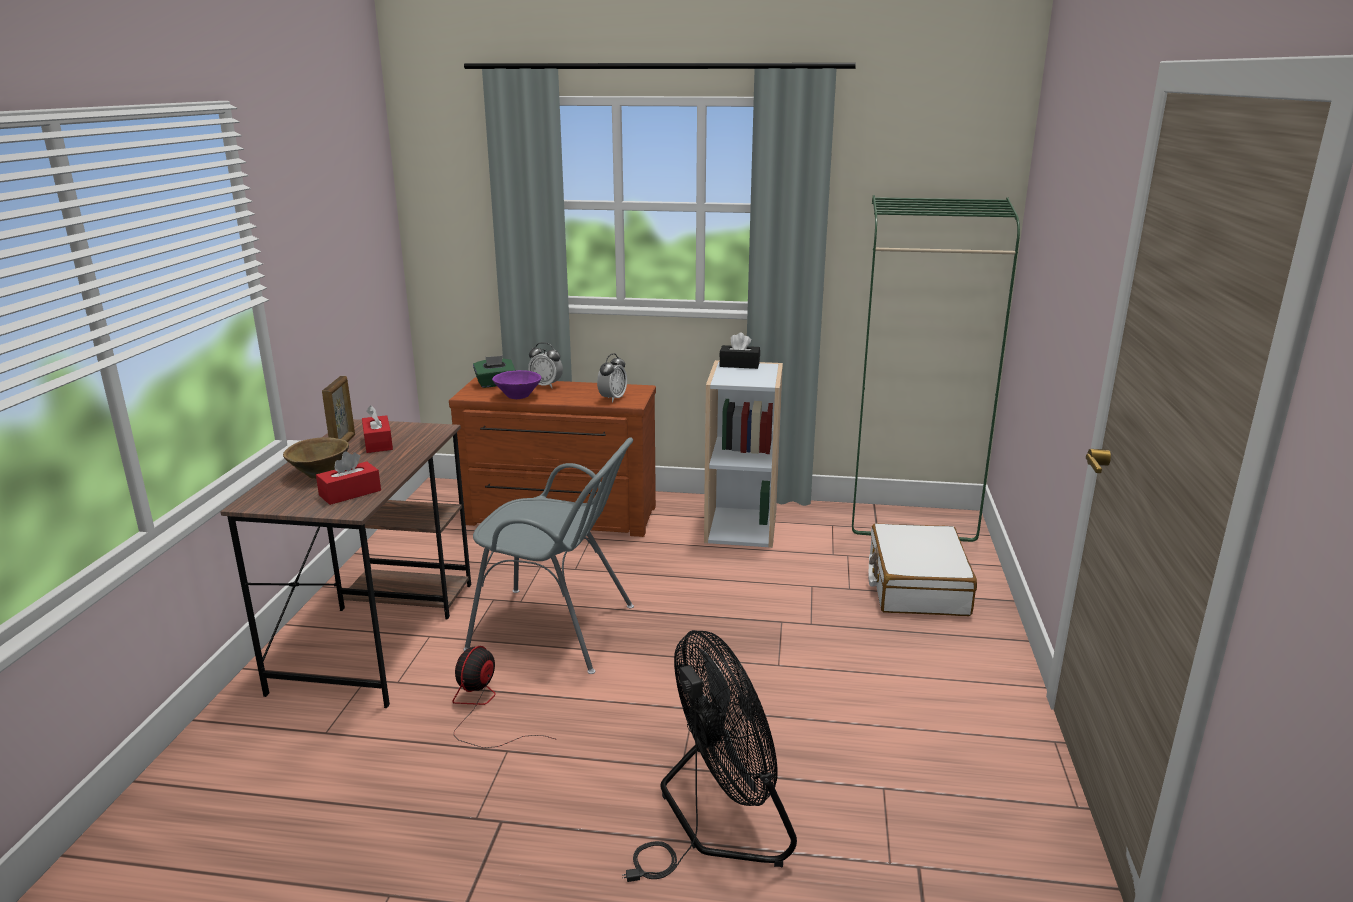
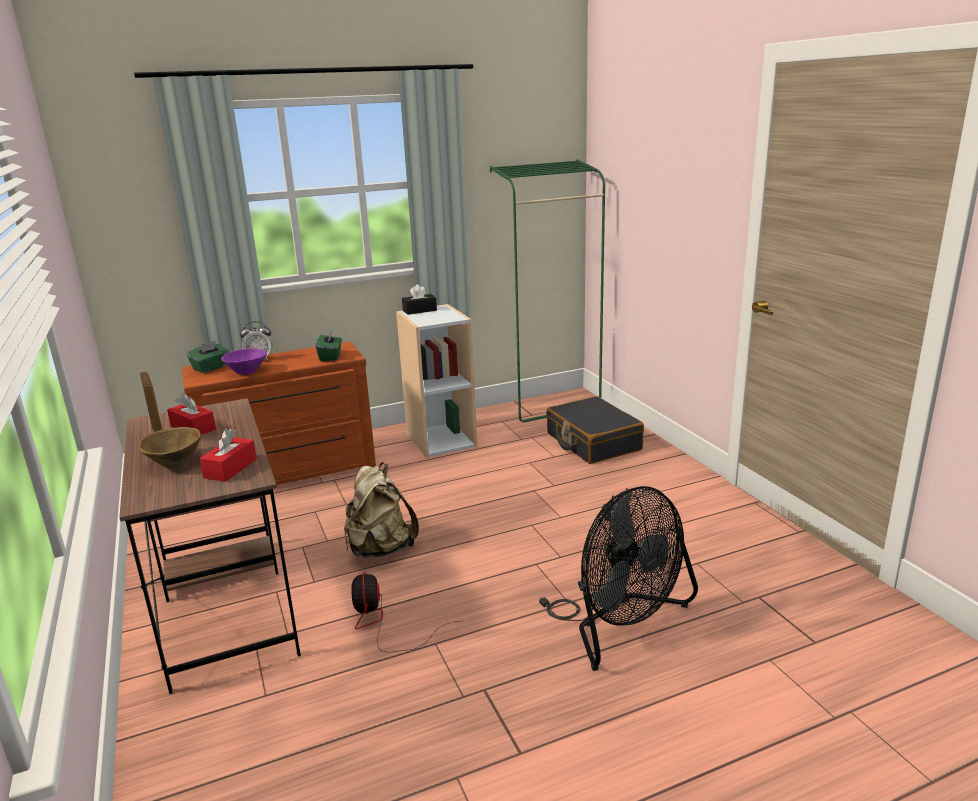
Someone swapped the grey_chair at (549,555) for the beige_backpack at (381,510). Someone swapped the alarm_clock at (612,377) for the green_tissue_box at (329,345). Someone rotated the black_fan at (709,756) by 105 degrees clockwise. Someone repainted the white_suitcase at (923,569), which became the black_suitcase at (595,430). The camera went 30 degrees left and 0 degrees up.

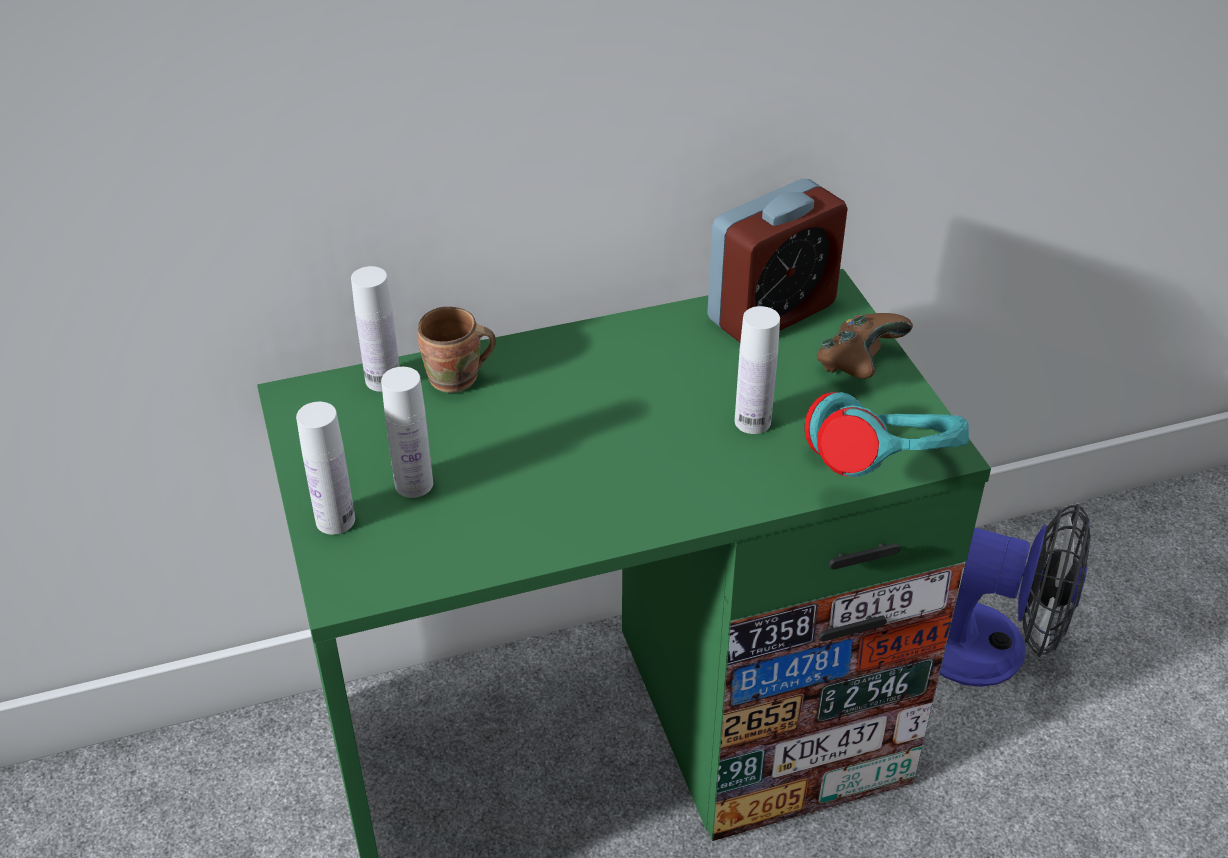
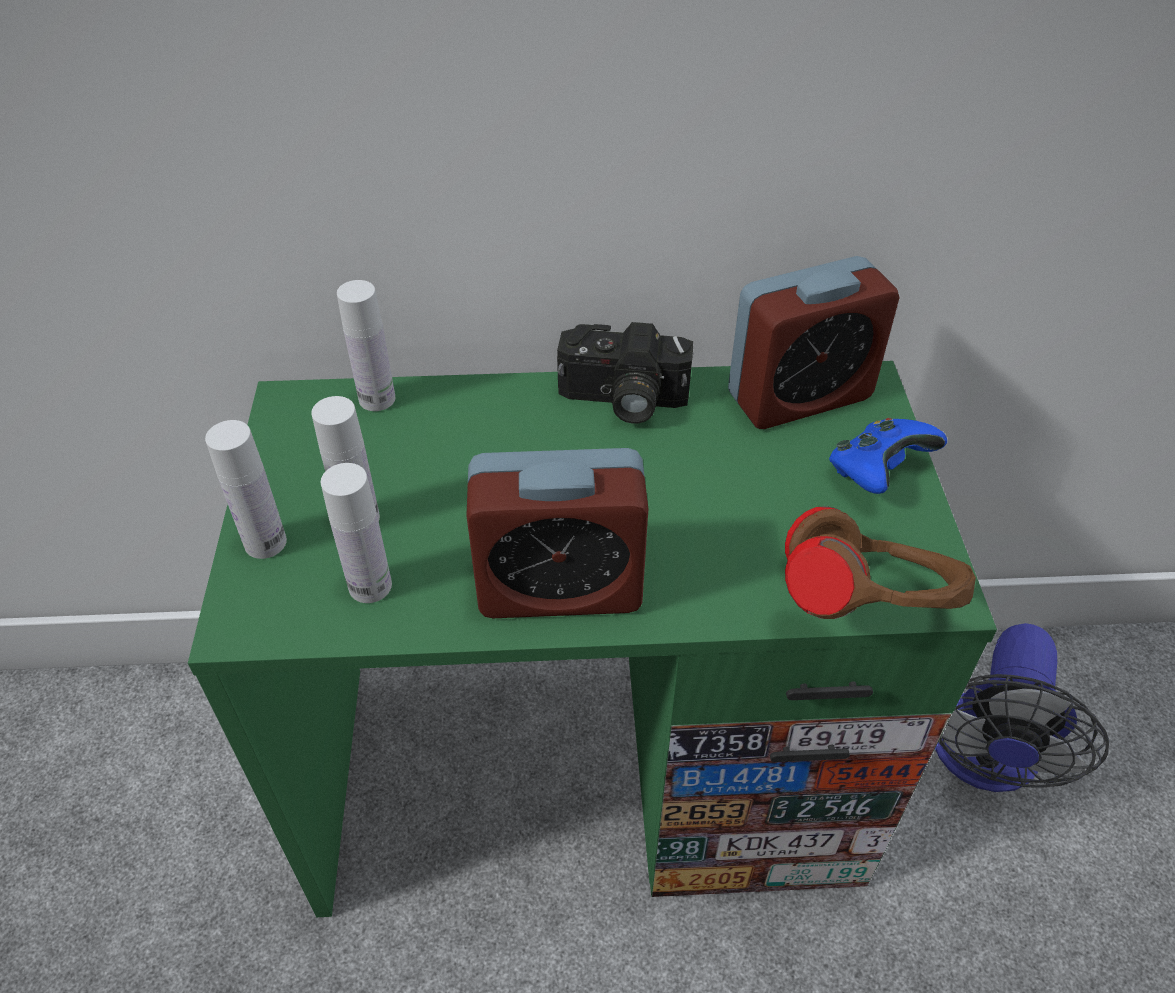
Someone took away the brown_mug at (457,350). Someone carried the white_bottle from (757,370) to (356,533). Someone repainted the turquoise_headphones at (886,435), which became the brown_headphones at (880,562). Someone repainted the brown_game_controller at (865,346), which became the blue_game_controller at (888,456). Someone rotated the fan at (1015,595) by 75 degrees clockwise. Someone put down the alarm_clock at (557,533). Someone put down the photo_camera at (625,373). The camera went 15 degrees right and 5 degrees up.

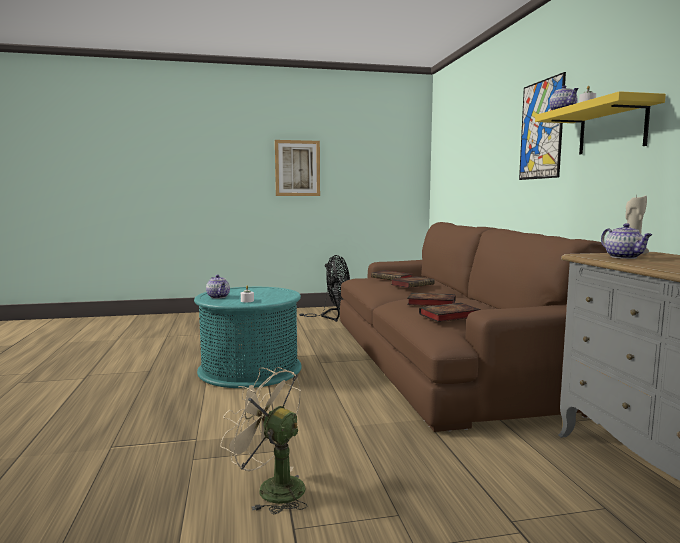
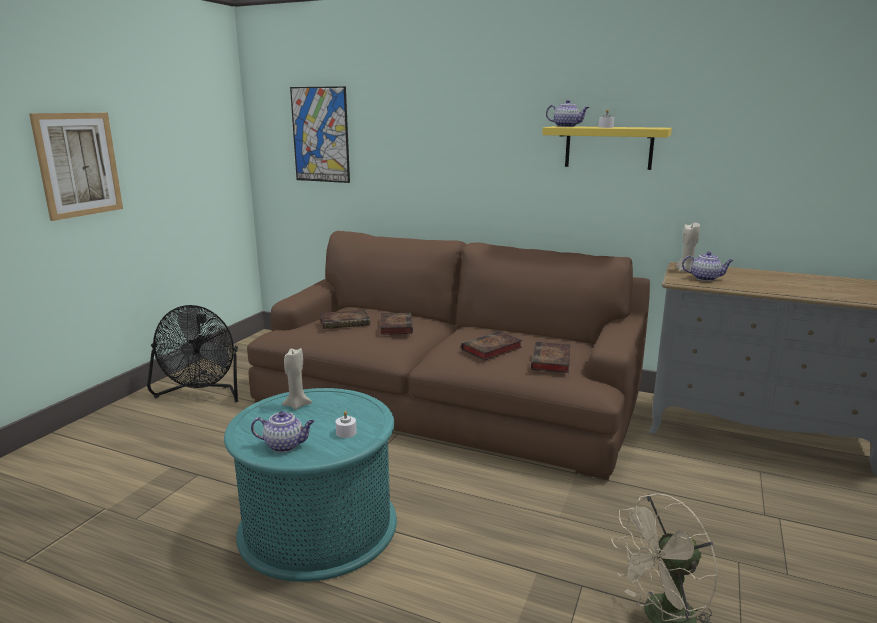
Someone rotated the black_fan at (324,288) by 135 degrees clockwise. Someone carried the picture from (542,126) to (320,134). Someone put down the beige_candle at (297,379). The camera went 55 degrees left and 10 degrees up.

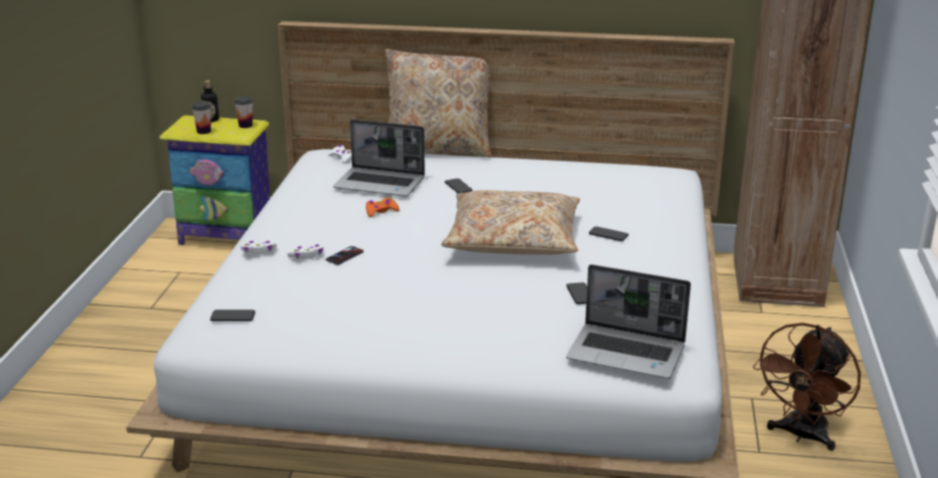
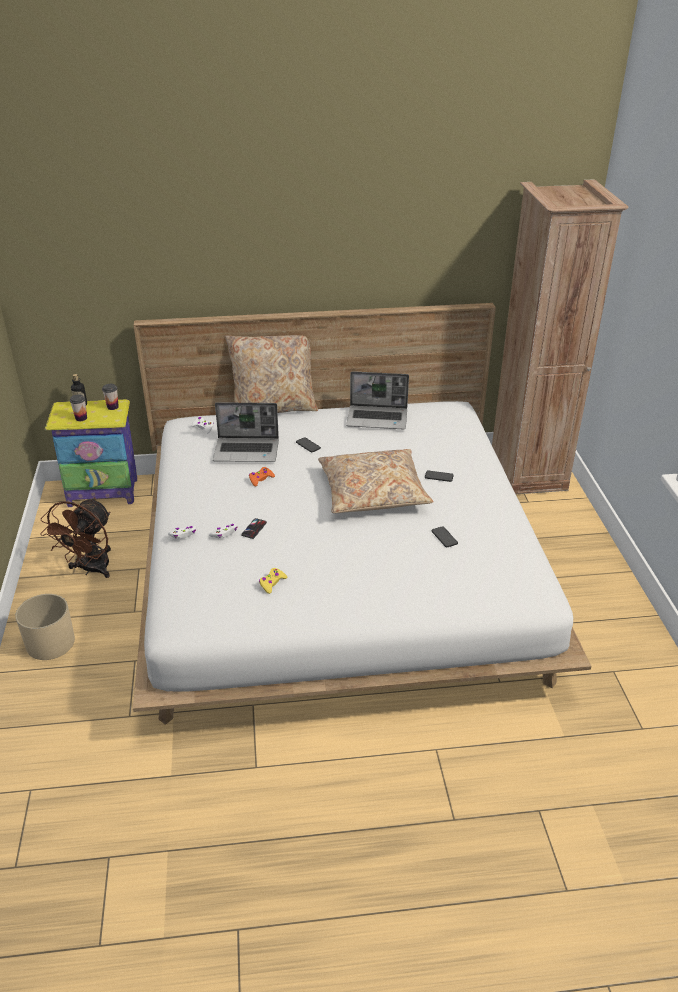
Someone took away the phone at (232,315). Someone carried the laptop from (628,321) to (377,400). Someone carried the brown_fan from (807,387) to (75,537). Someone put down the beige_planter at (45,627). Someone put down the yellow_game_controller at (273,581). The camera went 15 degrees left and 10 degrees up.

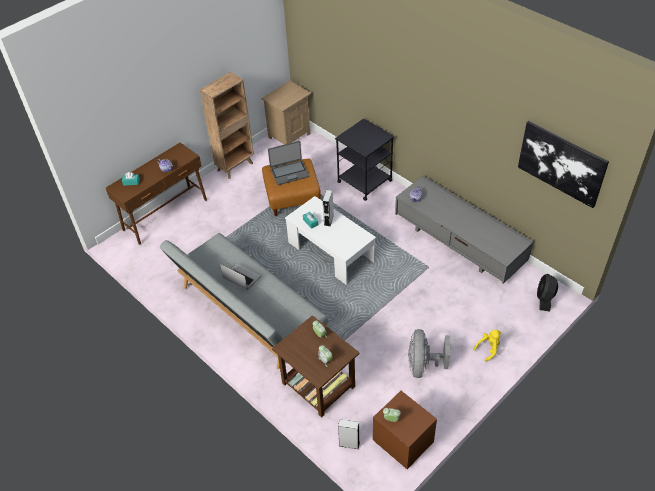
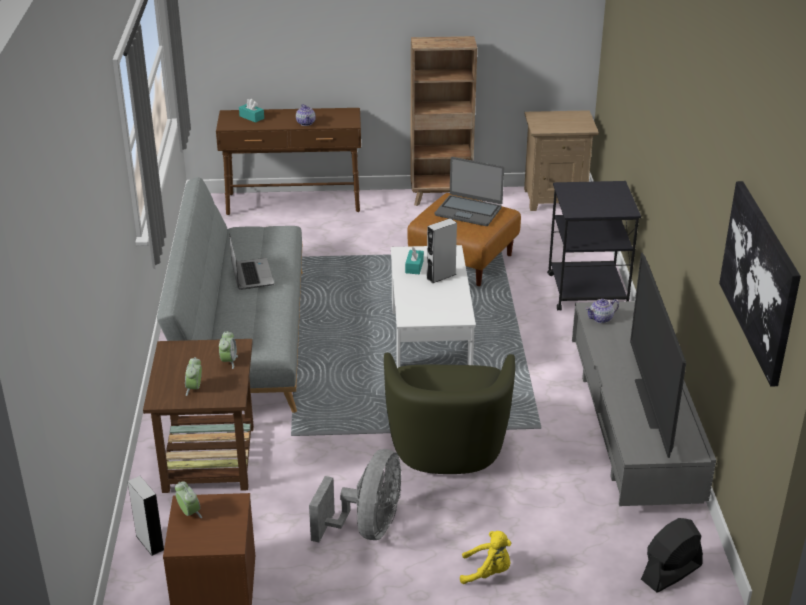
Someone rotated the grey_fan at (429,353) by 150 degrees clockwise. Someone put down the green_armchair at (449,413). Someone put down the television at (658,355). The camera went 40 degrees right and 15 degrees down.

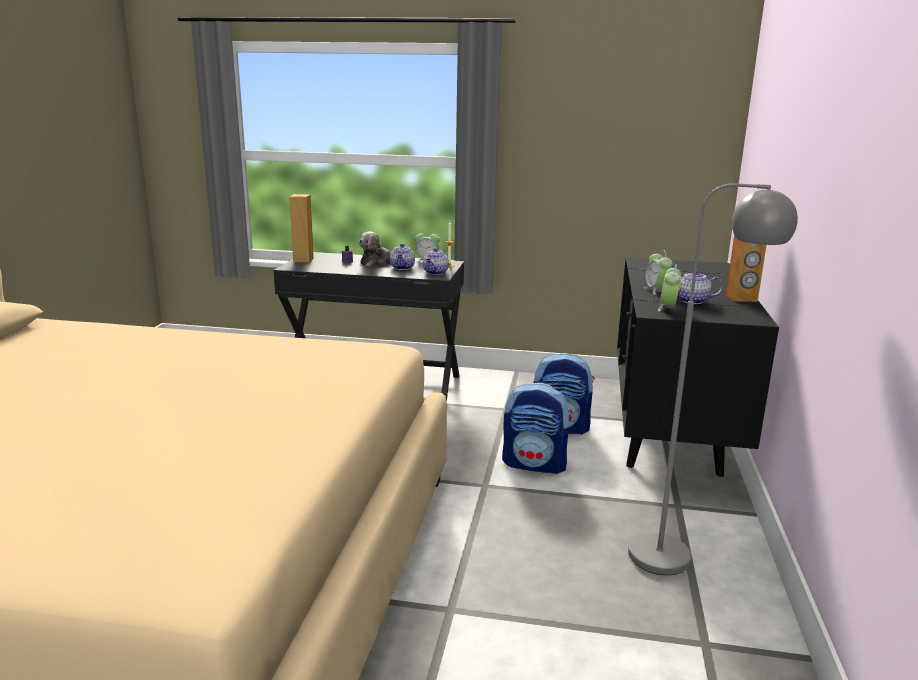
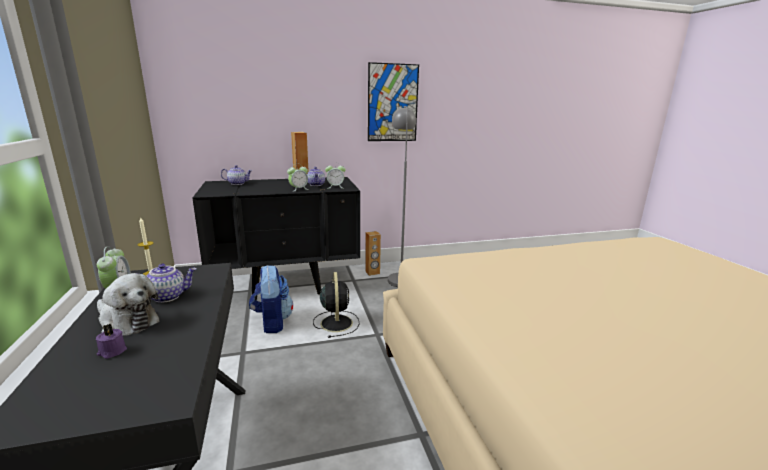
Someone carried the brown_speaker from (301,228) to (373,253). Someone carried the teapot from (436,261) to (237,175). Someone swapped the backpack at (537,428) for the black_fan at (336,305). Someone put up the picture at (393,101). The camera went 115 degrees left and 0 degrees up.

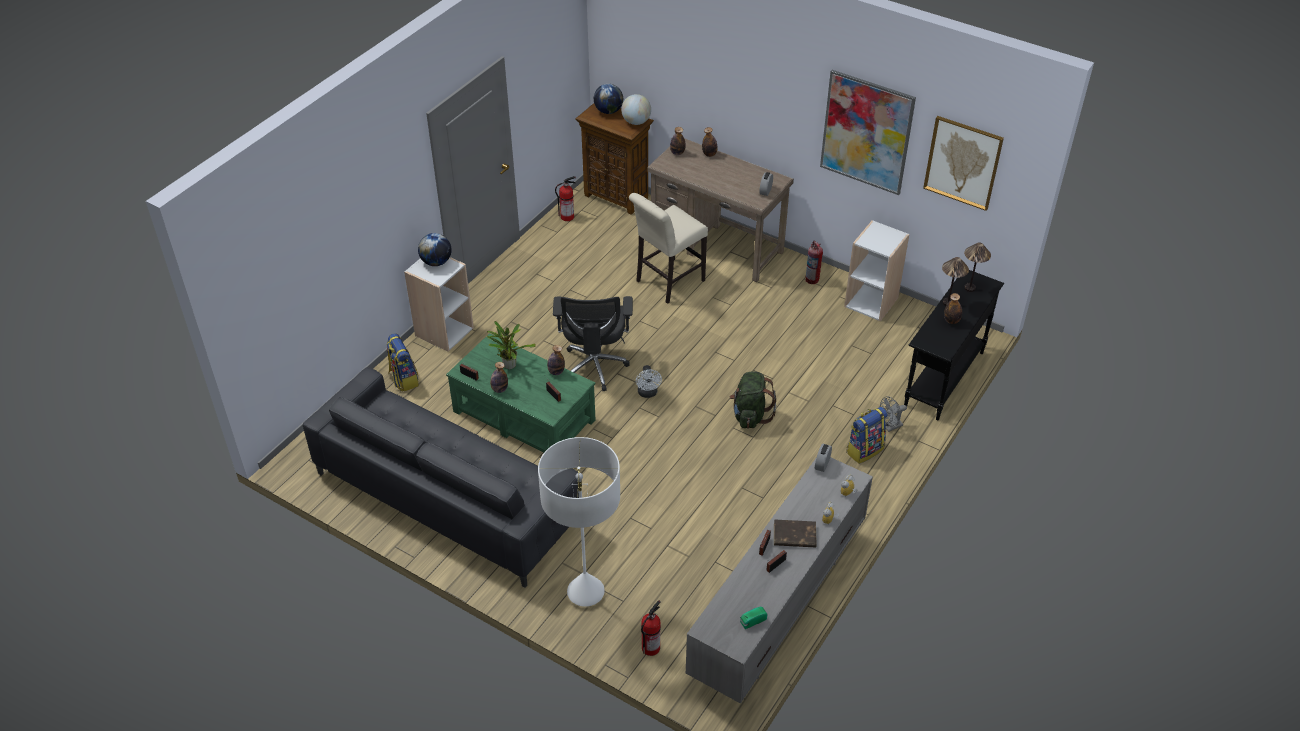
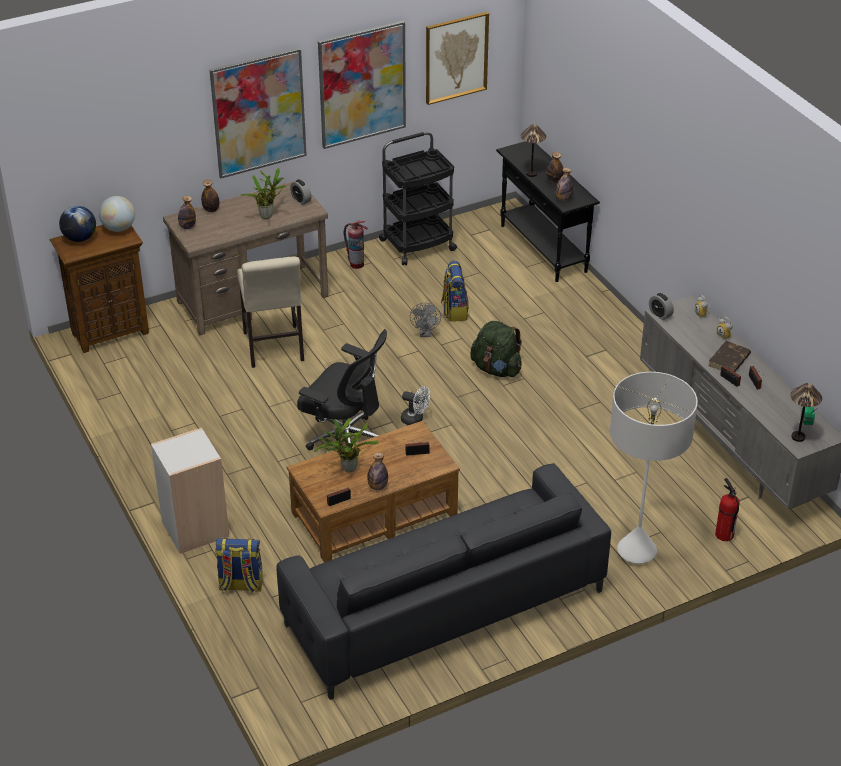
Someone took away the globe at (435,249). Someone repainted the green_coffee_table at (520,392), which became the brown_coffee_table at (373,491). Someone carried the bottle from (556,360) to (564,184). Someone took away the fire_extinguisher at (565,198). Someone swapped the bookcase at (876,270) for the black_cart at (418,198). Someone carried the backpack from (867,435) to (455,291). Someone carried the grey_fan from (893,414) to (425,320). Someone carried the table_lamp from (977,267) to (806,412). Someone put up the picture at (258,113). Someone put down the potted_plant at (263,193). The camera went 60 degrees left and 5 degrees down.

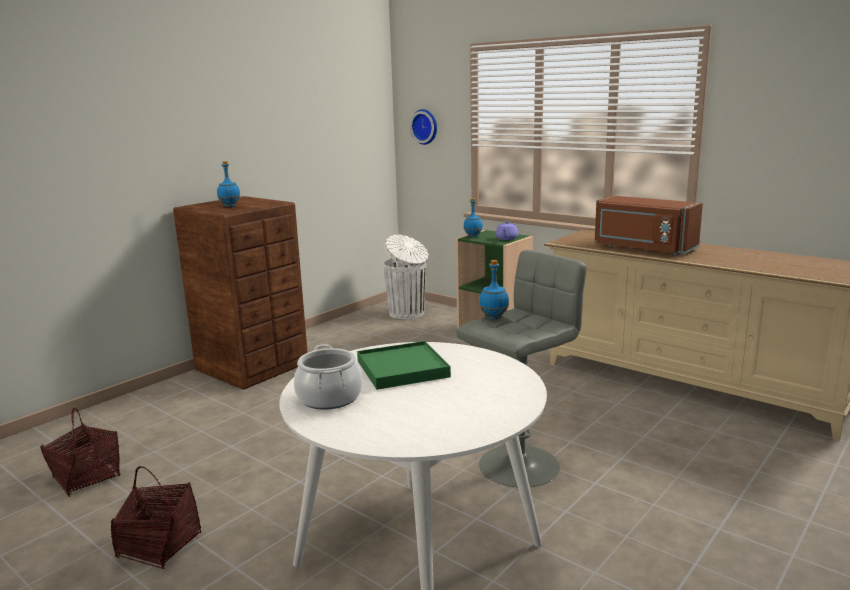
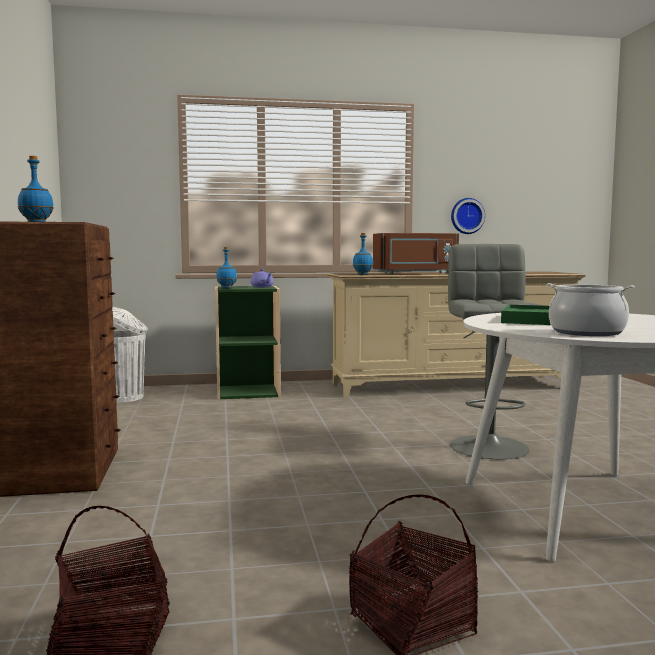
Someone carried the wall_clock from (423,127) to (468,216). Someone carried the blue_bottle from (494,289) to (363,254). The camera went 50 degrees left and 10 degrees down.

